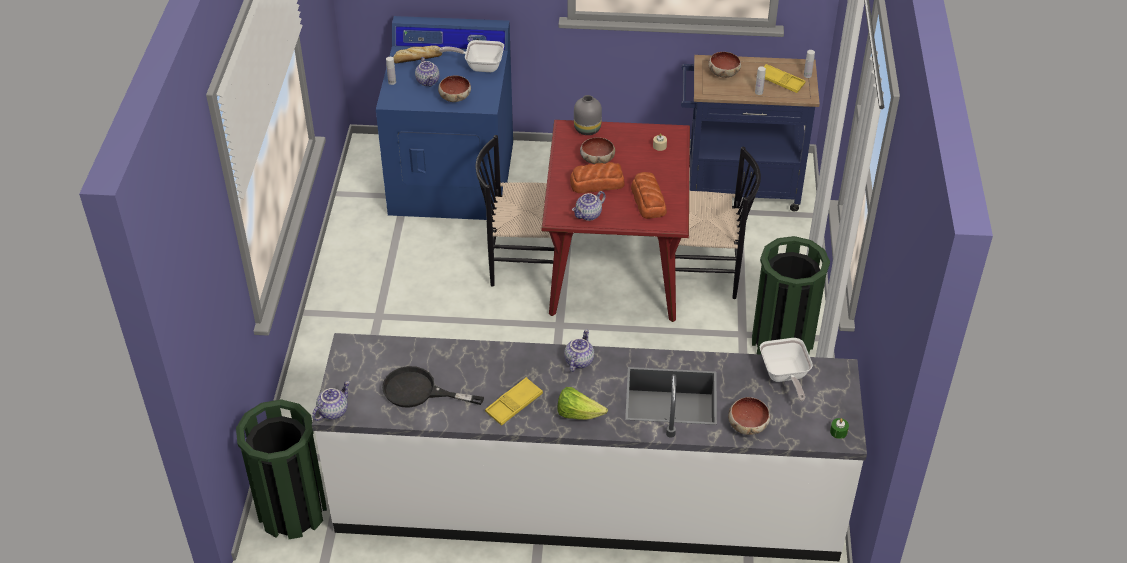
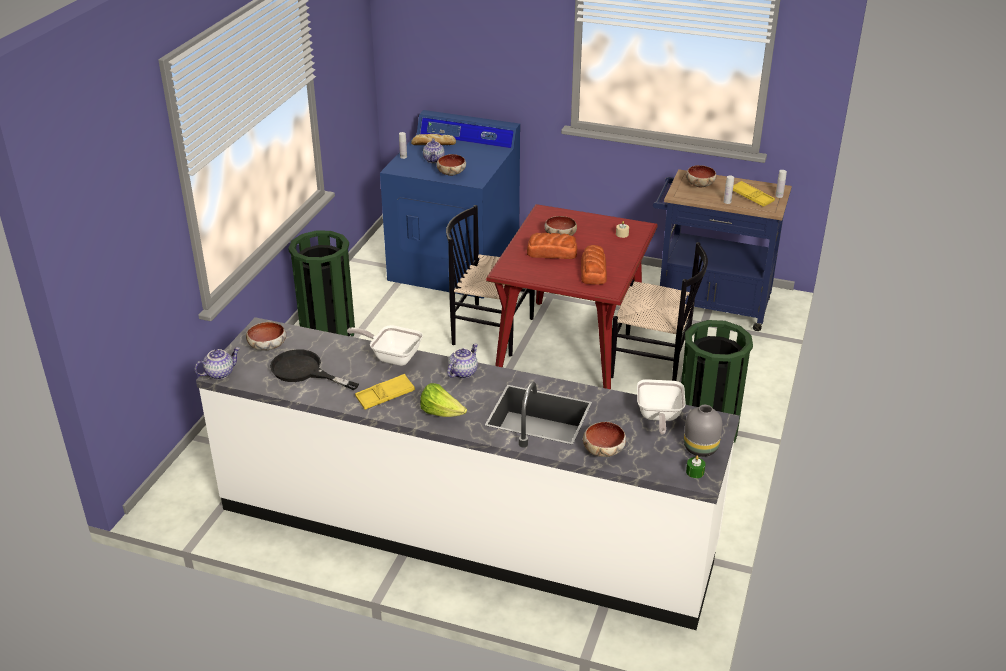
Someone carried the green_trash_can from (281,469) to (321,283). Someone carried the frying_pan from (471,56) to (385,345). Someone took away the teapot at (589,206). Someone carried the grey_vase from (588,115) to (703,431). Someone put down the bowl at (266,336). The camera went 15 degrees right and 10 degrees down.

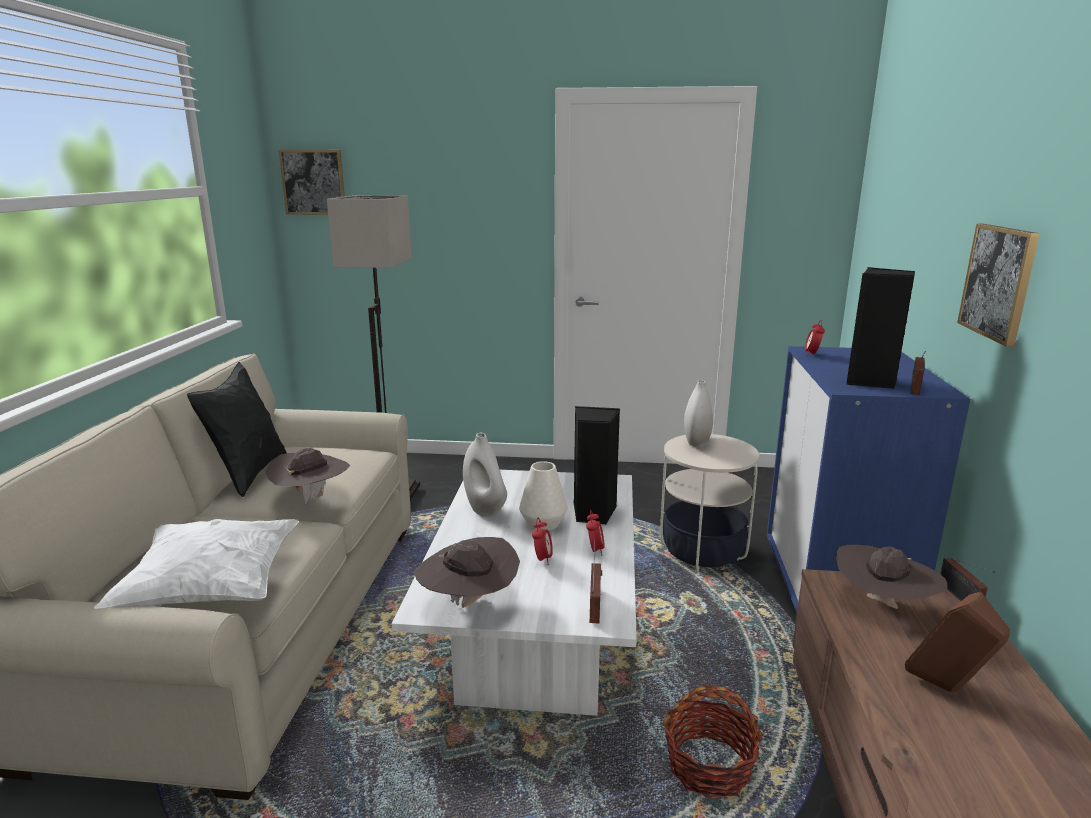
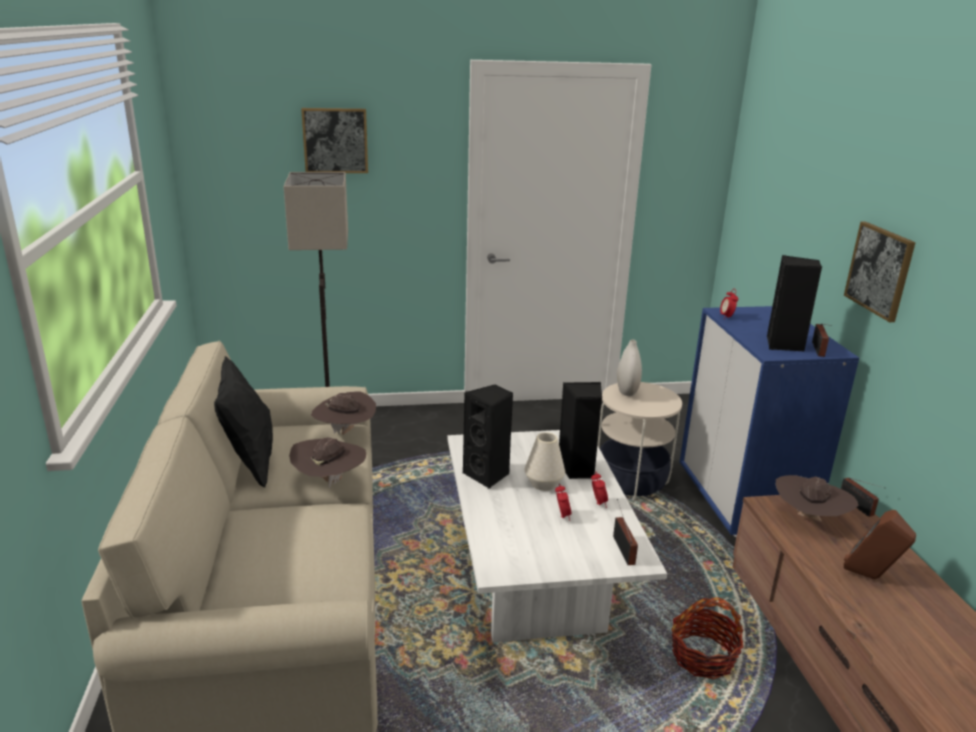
Someone took away the white_pillow at (196,564). Someone carried the picture from (312,182) to (334,140). Someone carried the brown_hat from (467,572) to (343,413). Someone swapped the white_vase at (485,475) for the black_speaker at (488,436). The camera went 15 degrees left and 5 degrees up.

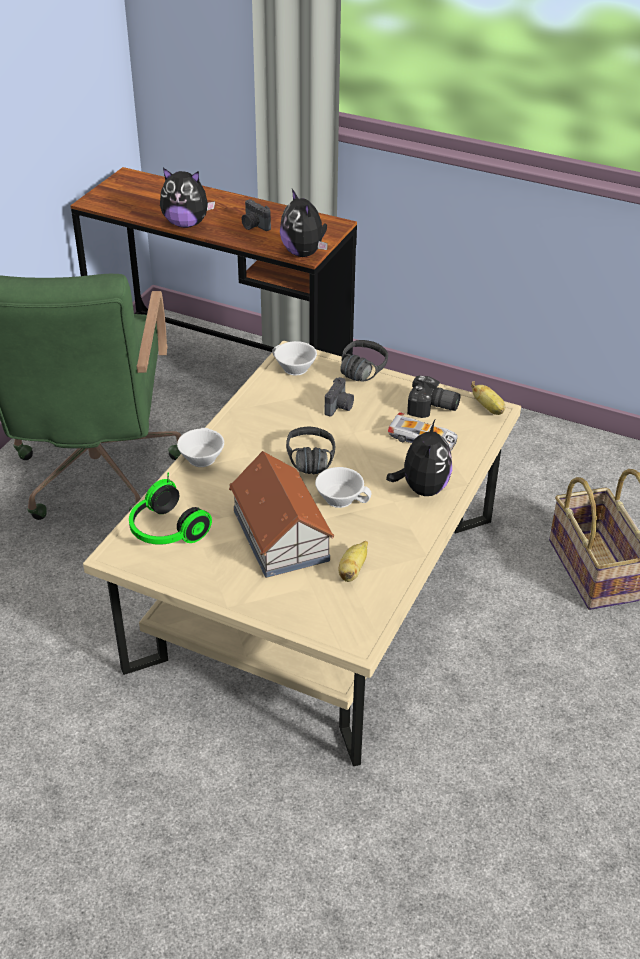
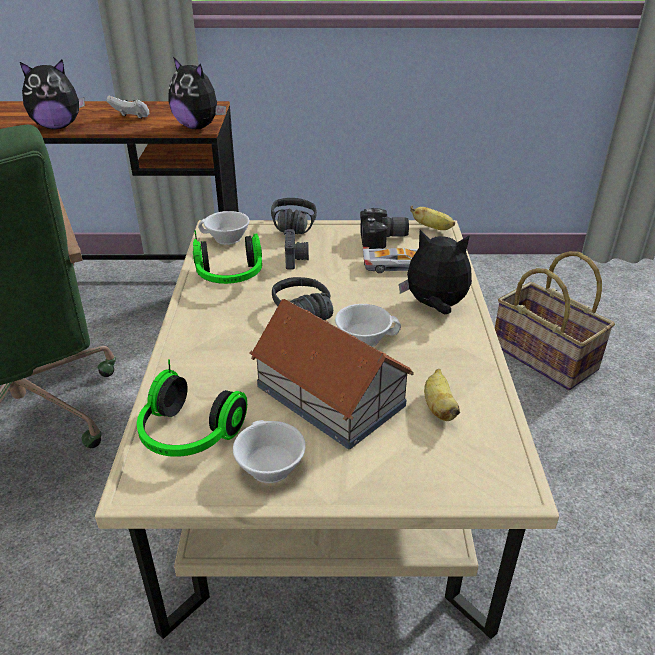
Someone carried the white_cup from (200,447) to (269,451). Someone swapped the photo_camera at (256,215) for the white_game_controller at (128,107). Someone rotated the plush_toy at (419,458) by 60 degrees counterclockwise. Someone put down the headphones at (227,257). The camera went 25 degrees left and 5 degrees down.

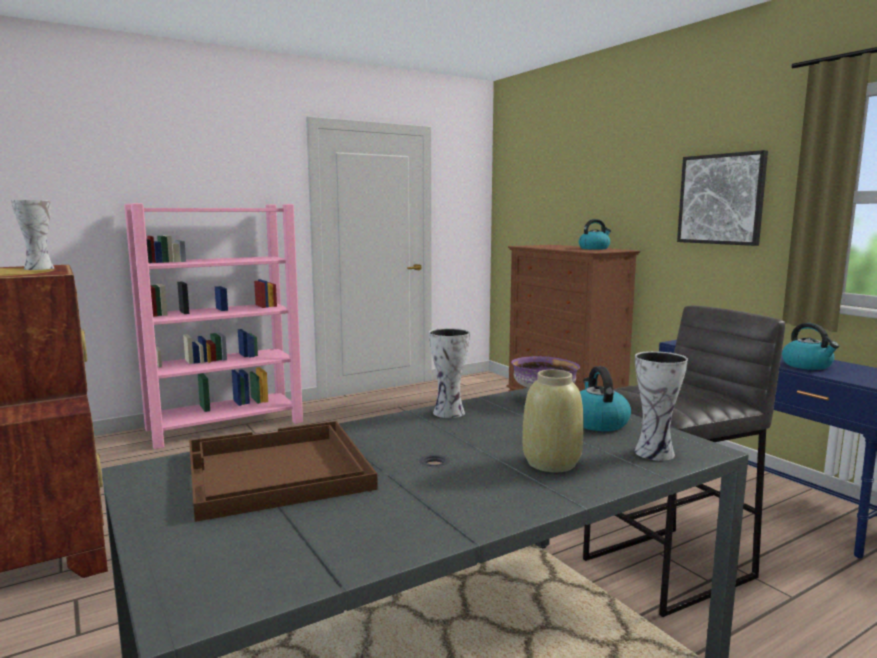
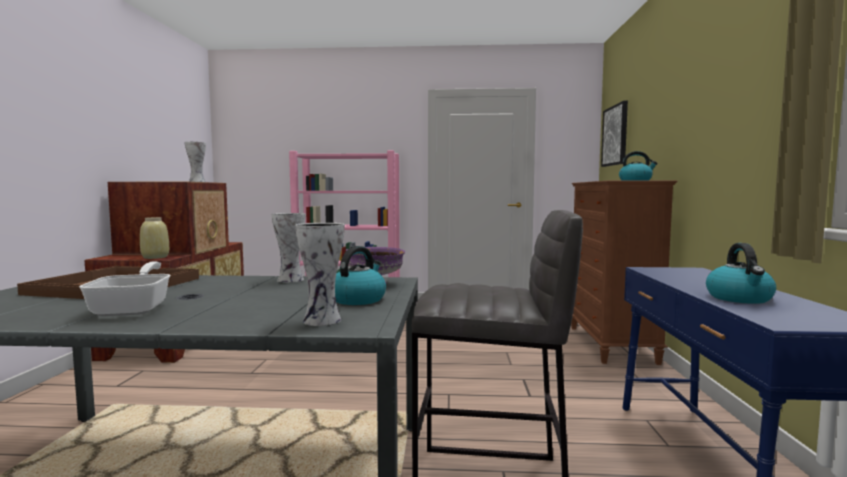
Someone carried the beige_vase from (553,421) to (154,238). Someone carried the picture from (722,198) to (614,134). Someone put down the frying_pan at (124,289). The camera went 35 degrees right and 5 degrees down.

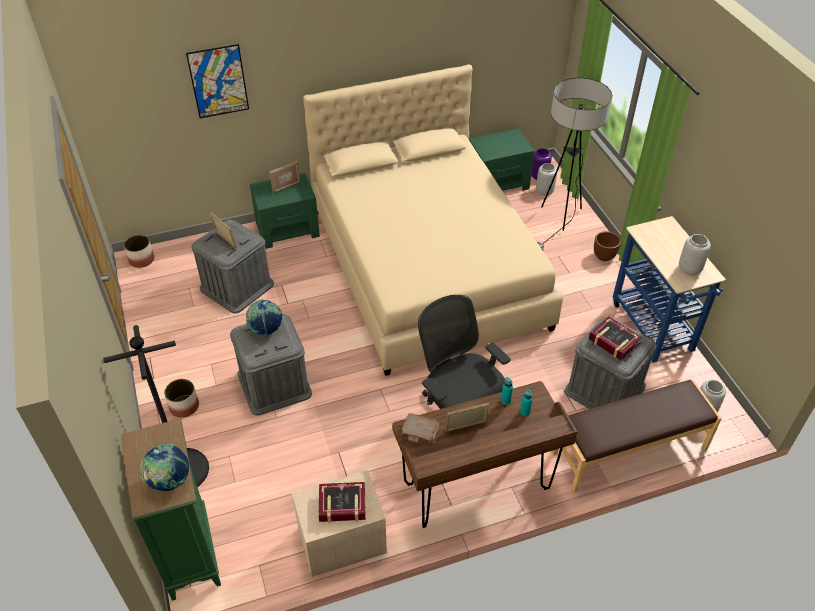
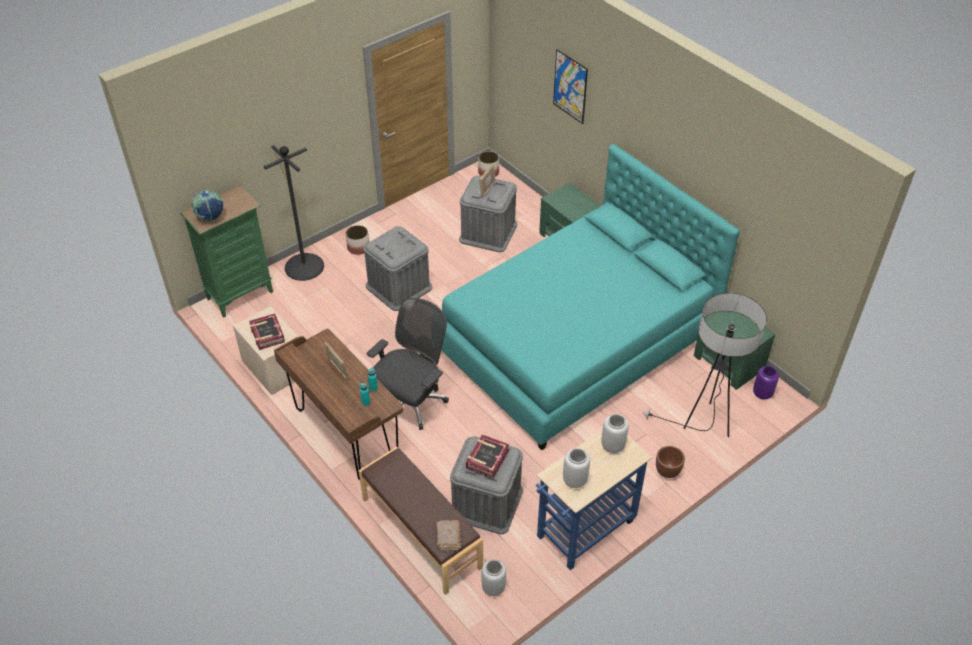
Someone took away the globe at (264,318). Someone took away the picture_frame at (285,177). Someone repainted the beige_bed at (433,220), which became the turquoise_bed at (590,297). Someone carried the brown_book from (420,430) to (448,535). Someone carried the grey_vase from (546,179) to (615,433). The camera went 70 degrees right and 0 degrees up.

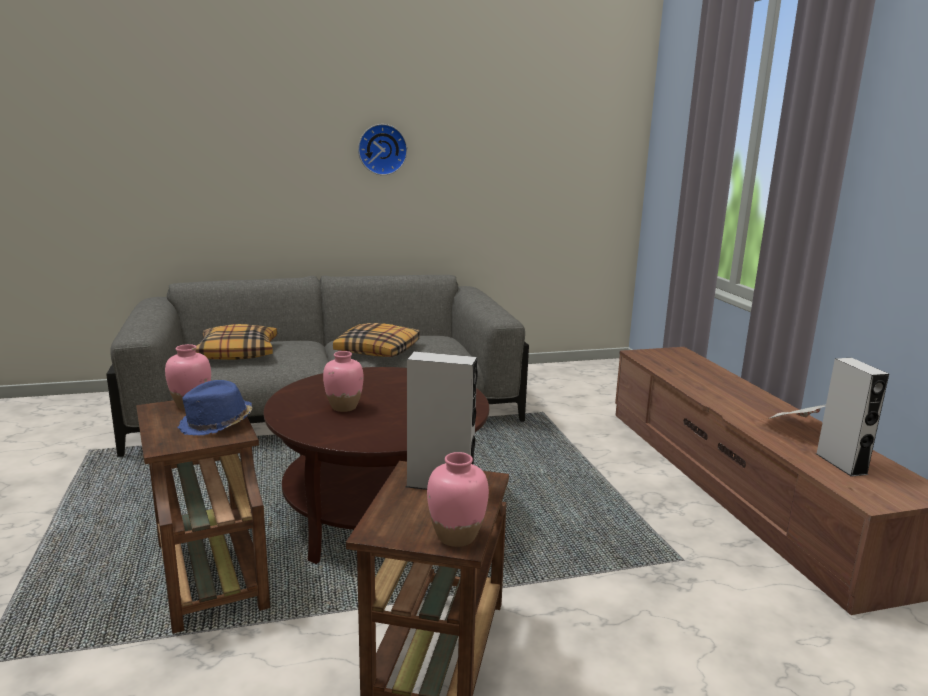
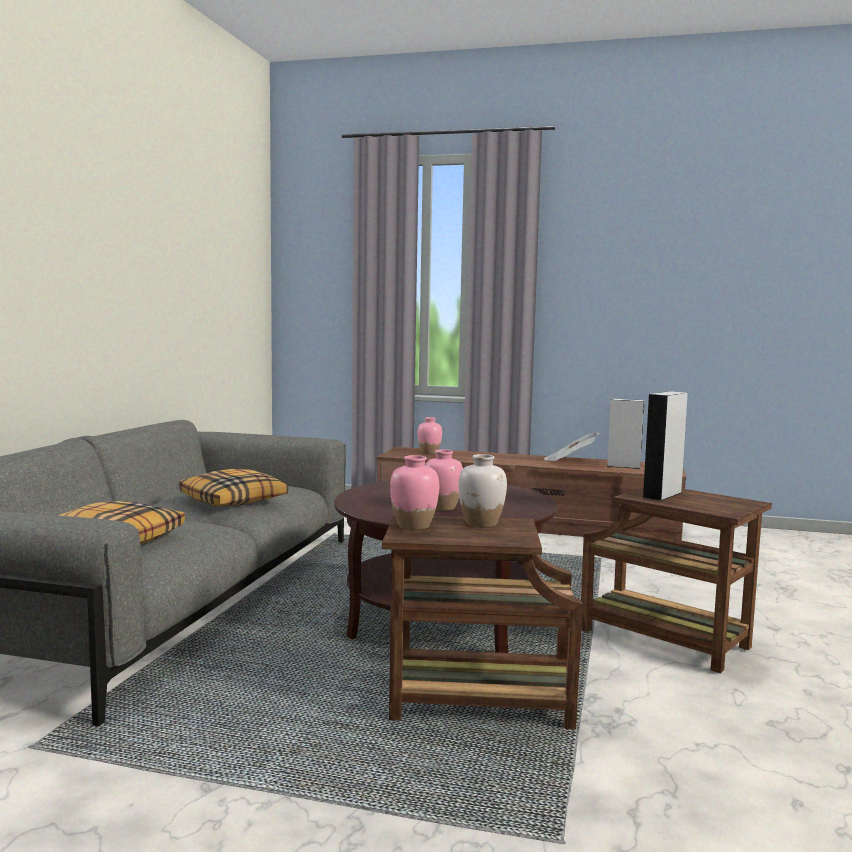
Someone swapped the blue_hat at (215,407) for the white_vase at (482,491). Someone took away the wall_clock at (382,149). Someone carried the pink_vase from (458,499) to (429,435). The camera went 60 degrees left and 10 degrees down.

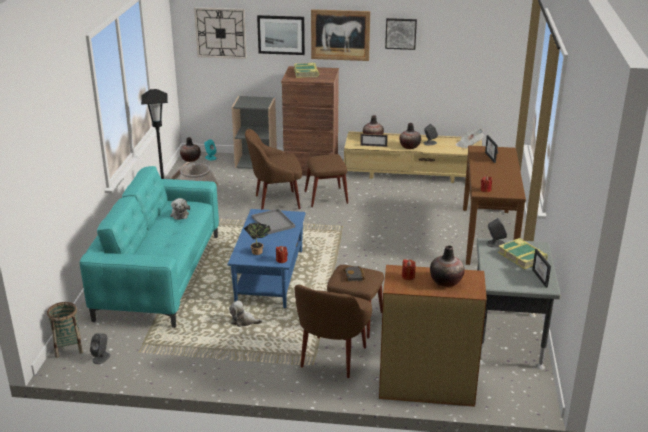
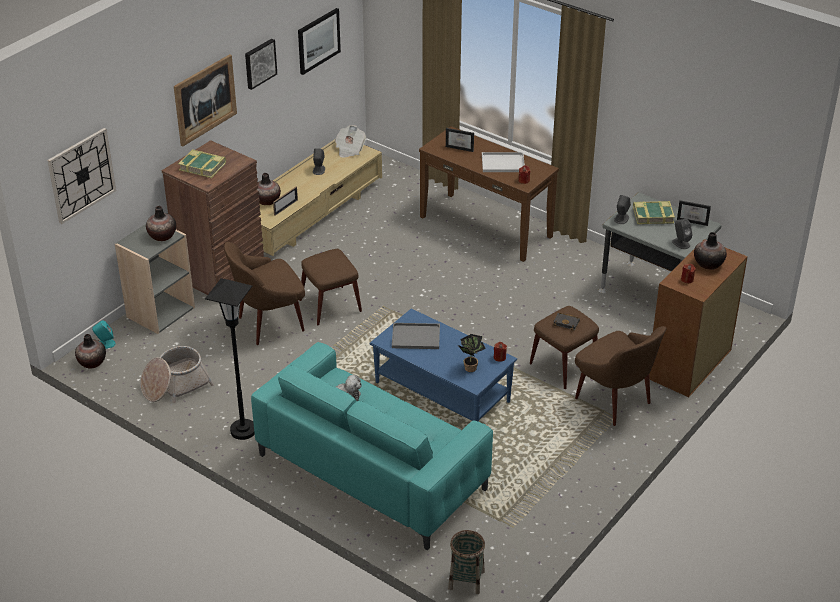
Someone carried the grey_speaker from (100,348) to (682,234). Someone took away the plush_toy at (245,313). Someone rotated the brown_armchair at (296,169) by 45 degrees clockwise. Someone carried the picture from (281,35) to (319,41). Someone carried the vase from (410,136) to (161,223). Someone put down the white_tray at (503,162). The camera went 60 degrees left and 10 degrees up.

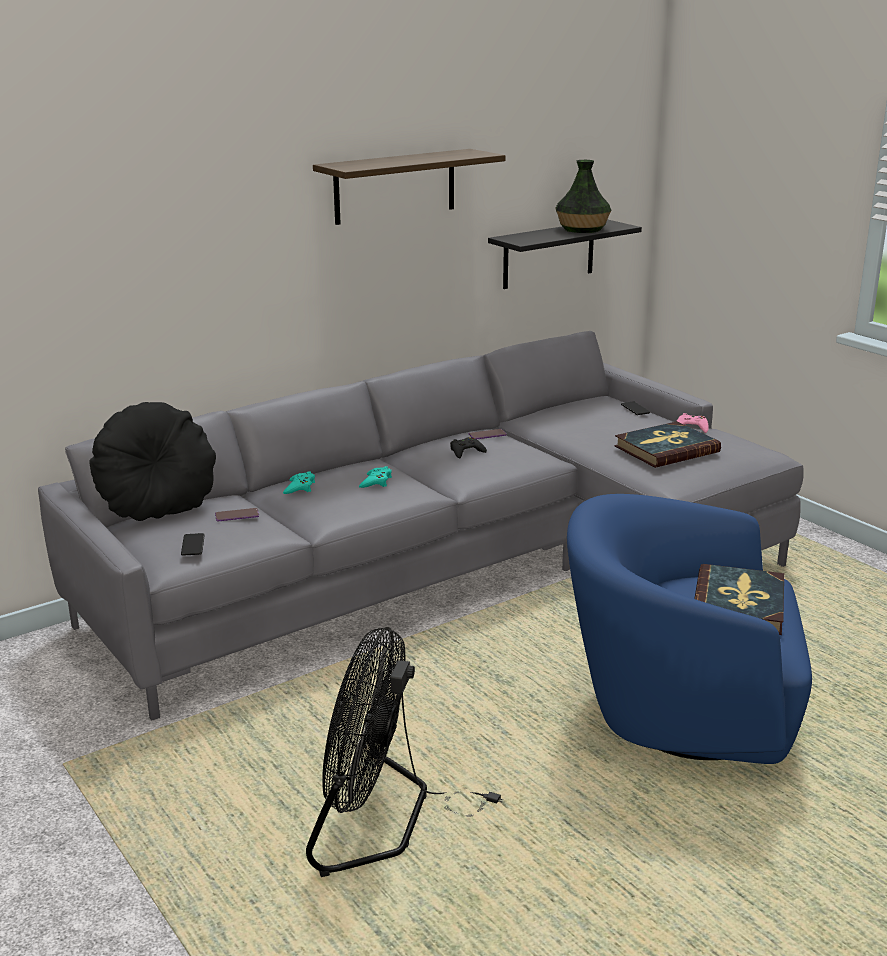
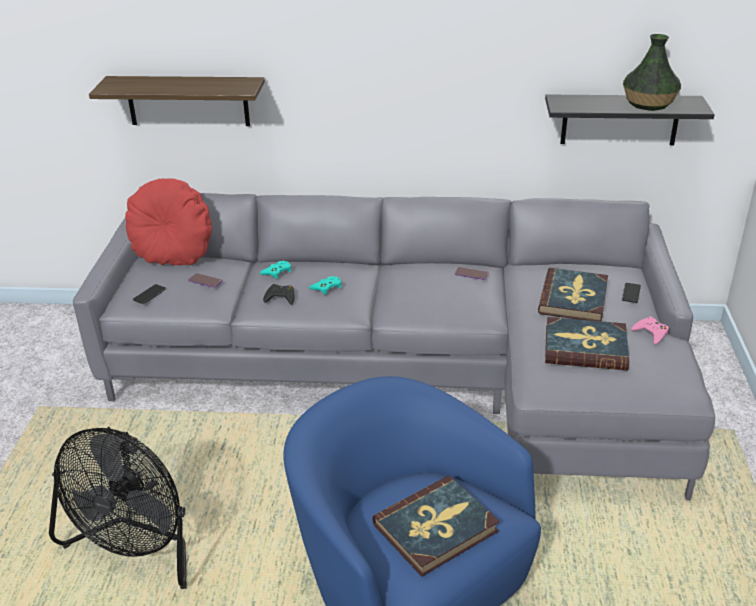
Someone repainted the black_pillow at (152,461), which became the red_pillow at (168,222). Someone rotated the black_fan at (404,752) by 120 degrees counterclockwise. Someone carried the shelf from (409,187) to (177,101). Someone carried the black_game_controller from (468,448) to (278,294). Someone put down the book at (573,294). The camera went 40 degrees right and 10 degrees up.

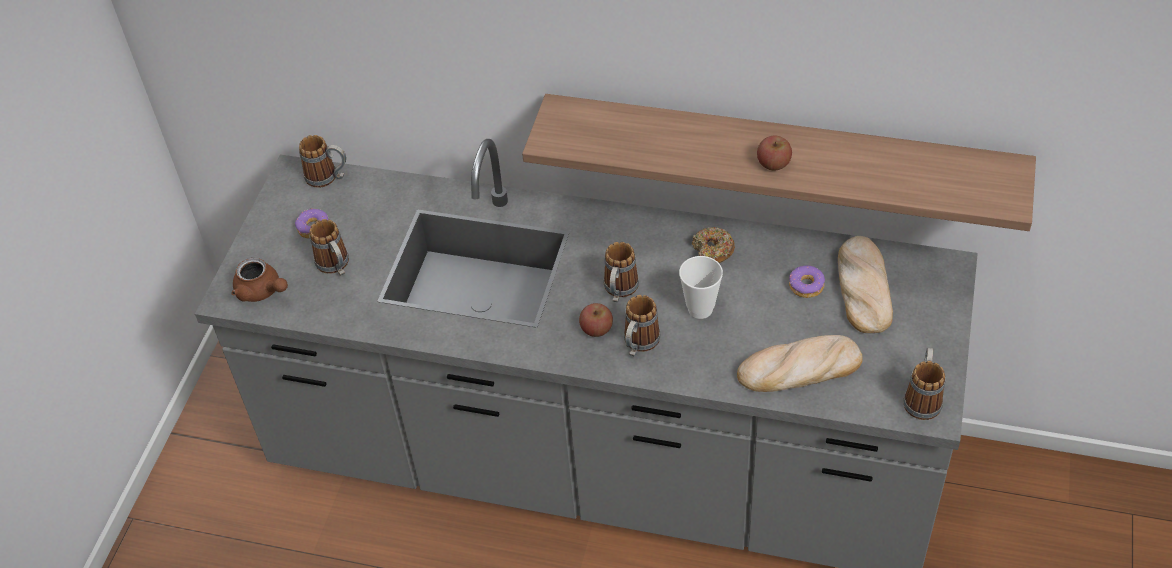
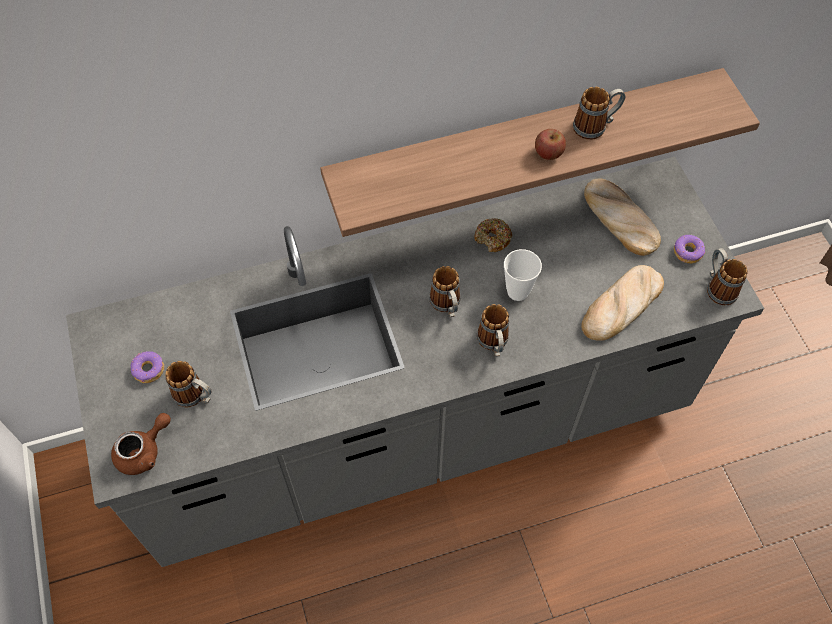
Someone rotated the brown_teapot at (259,280) by 45 degrees counterclockwise. Someone carried the mug from (322,161) to (599,113). Someone took away the apple at (596,320). Someone carried the donut from (807,281) to (690,249). The camera went 35 degrees left and 10 degrees up.

